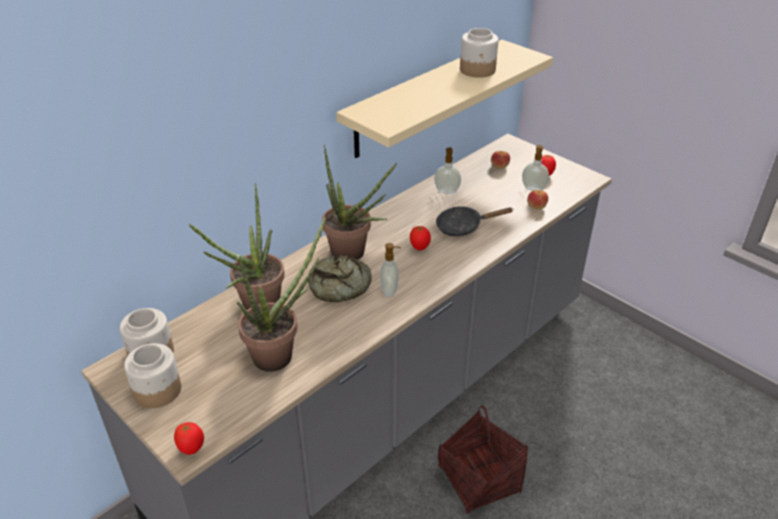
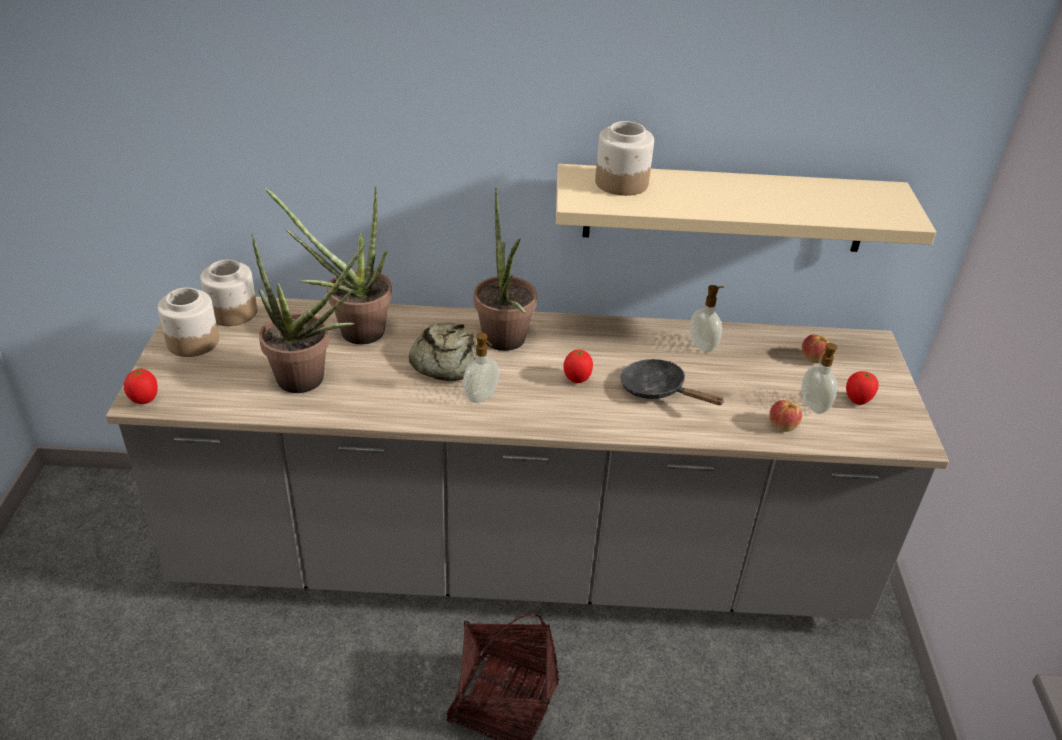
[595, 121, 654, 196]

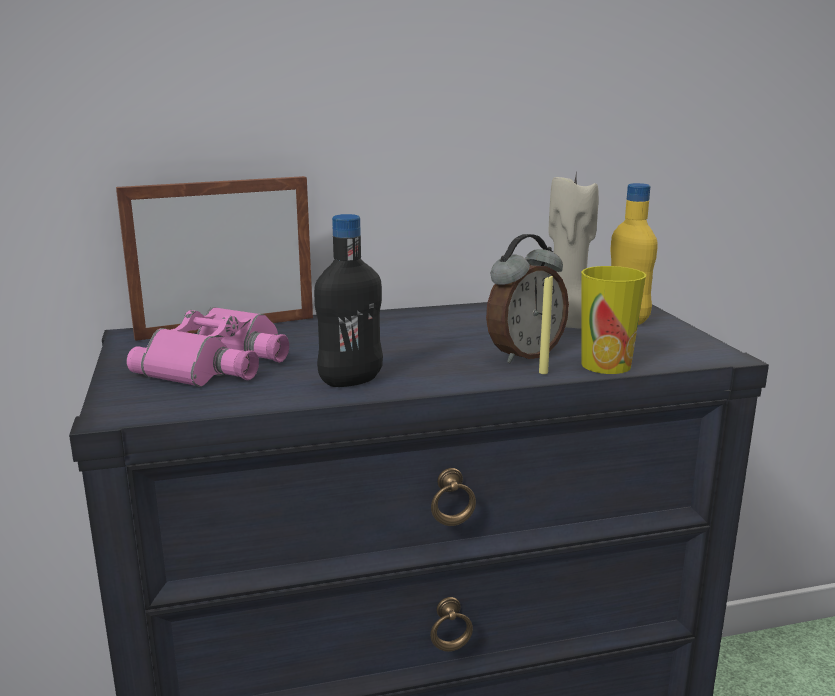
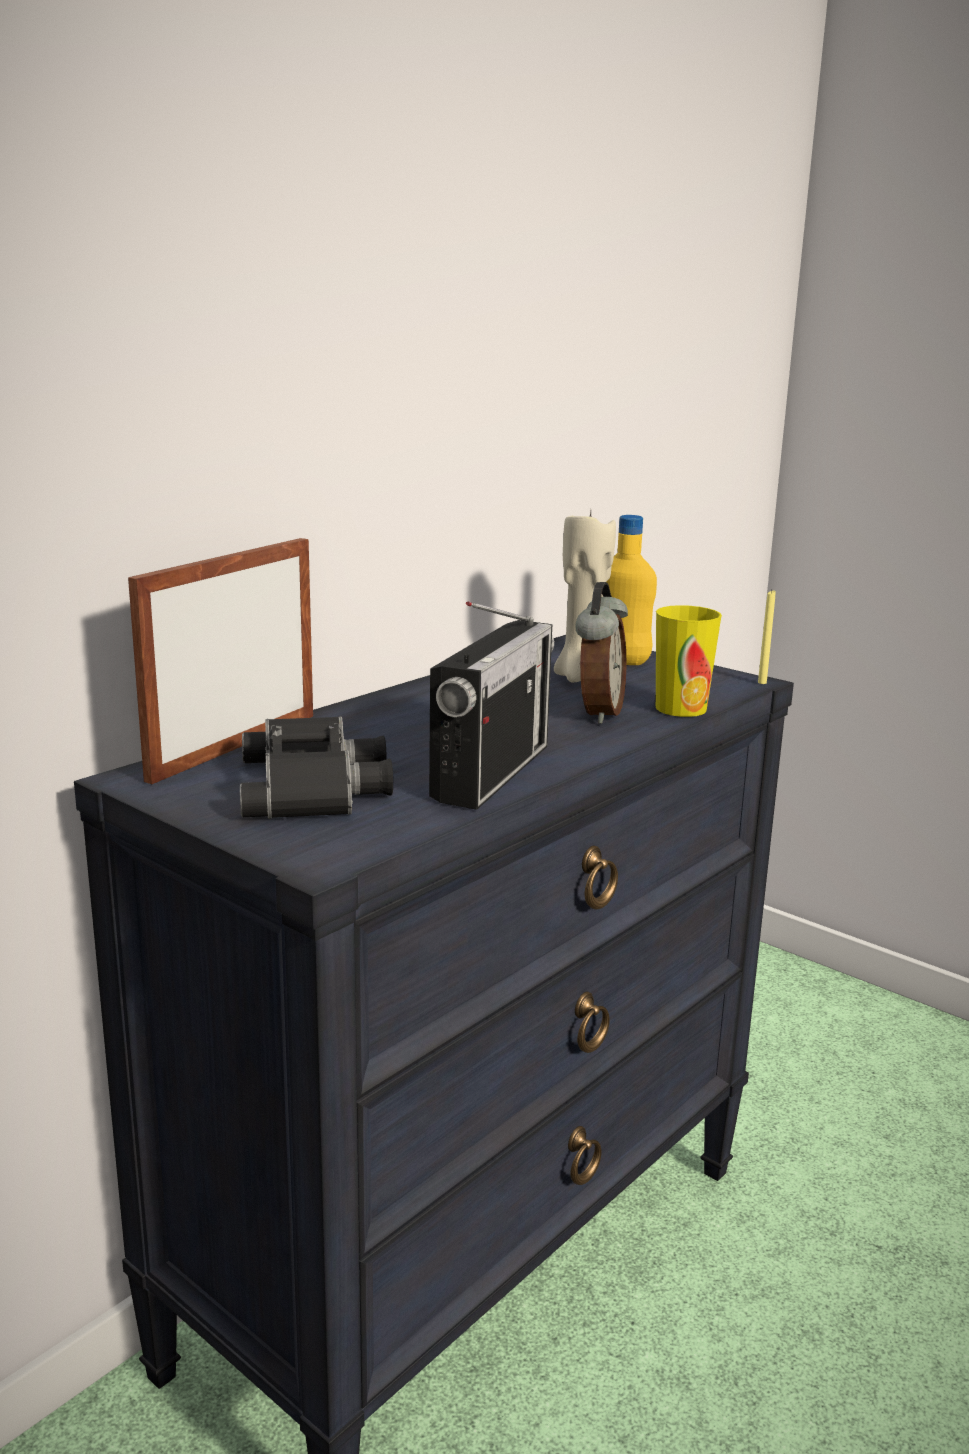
[240, 716, 393, 819]
[429, 601, 554, 810]
[758, 590, 776, 684]

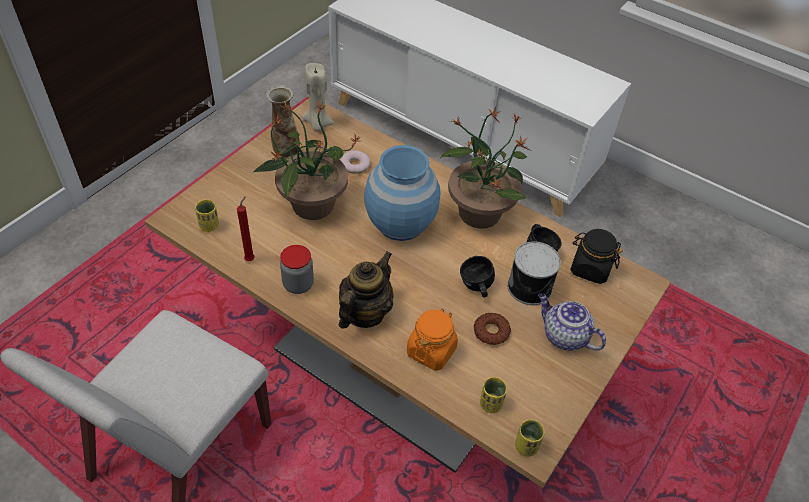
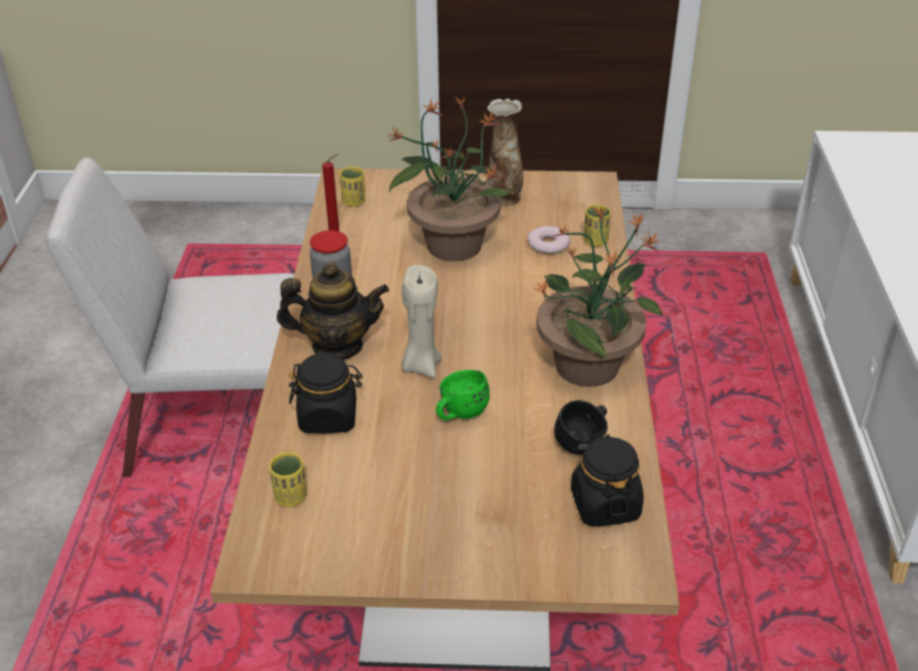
[401, 265, 442, 378]
[364, 145, 441, 241] (first image)
[289, 353, 363, 434]
[436, 370, 490, 420]
[474, 312, 511, 345] (first image)
[507, 241, 561, 305] (first image)
[584, 205, 611, 247]
[538, 293, 606, 351] (first image)

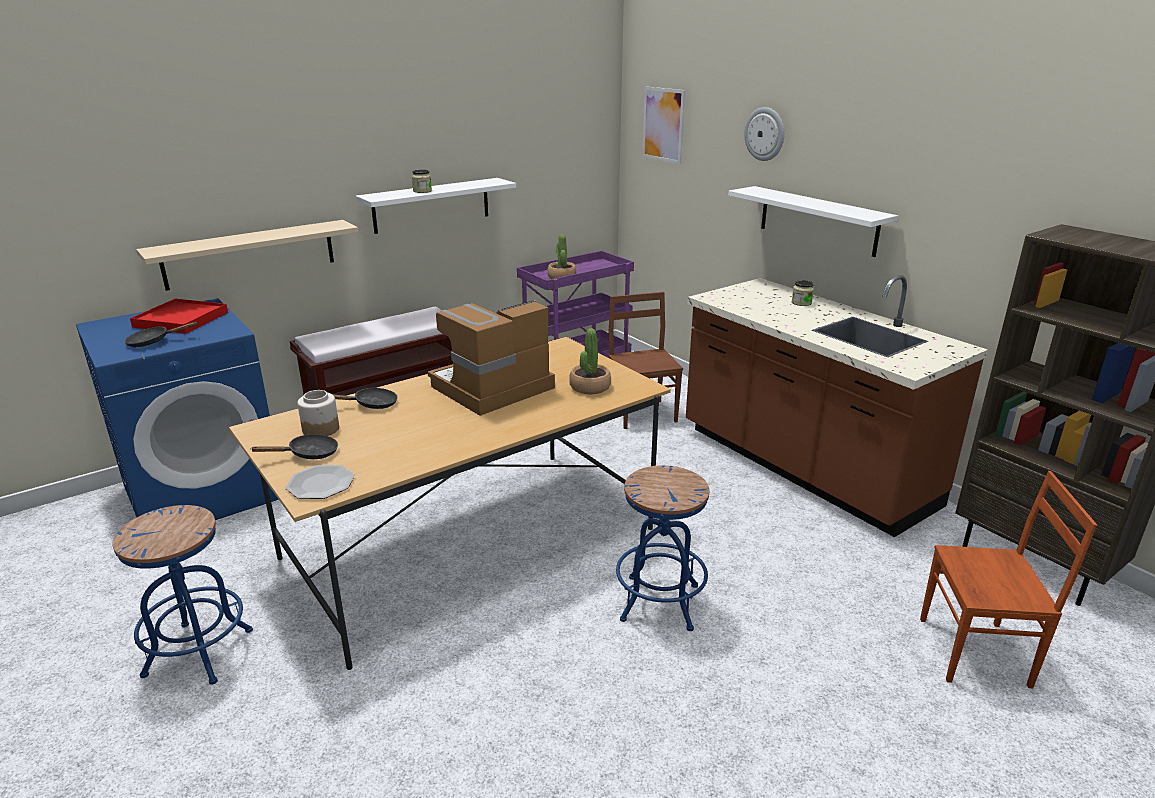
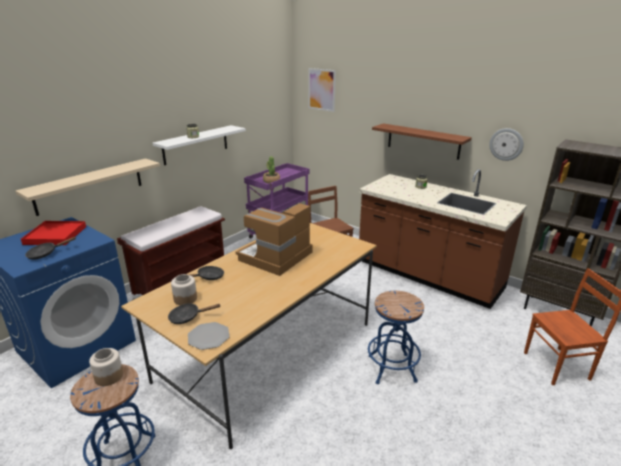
[168, 303, 221, 324]
[569, 328, 611, 394] (first image)
[372, 123, 472, 160]
[489, 128, 524, 161]
[89, 348, 123, 386]

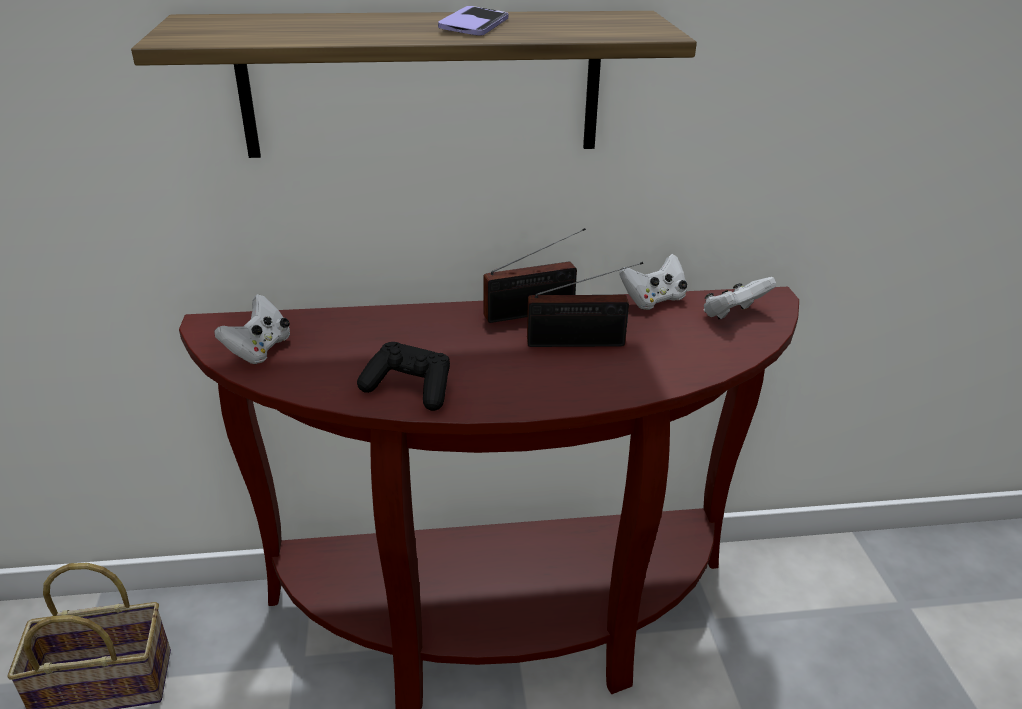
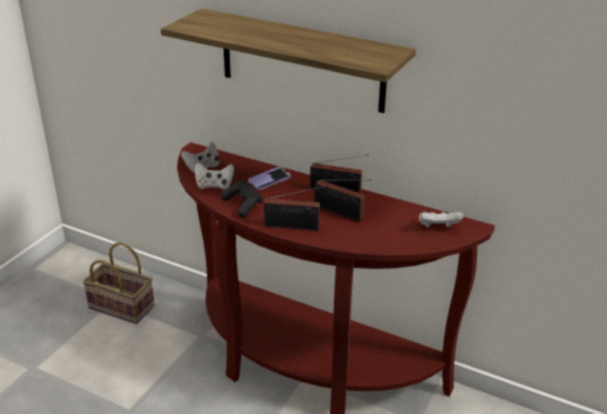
[248, 167, 291, 190]
[195, 162, 234, 190]
[264, 186, 327, 231]

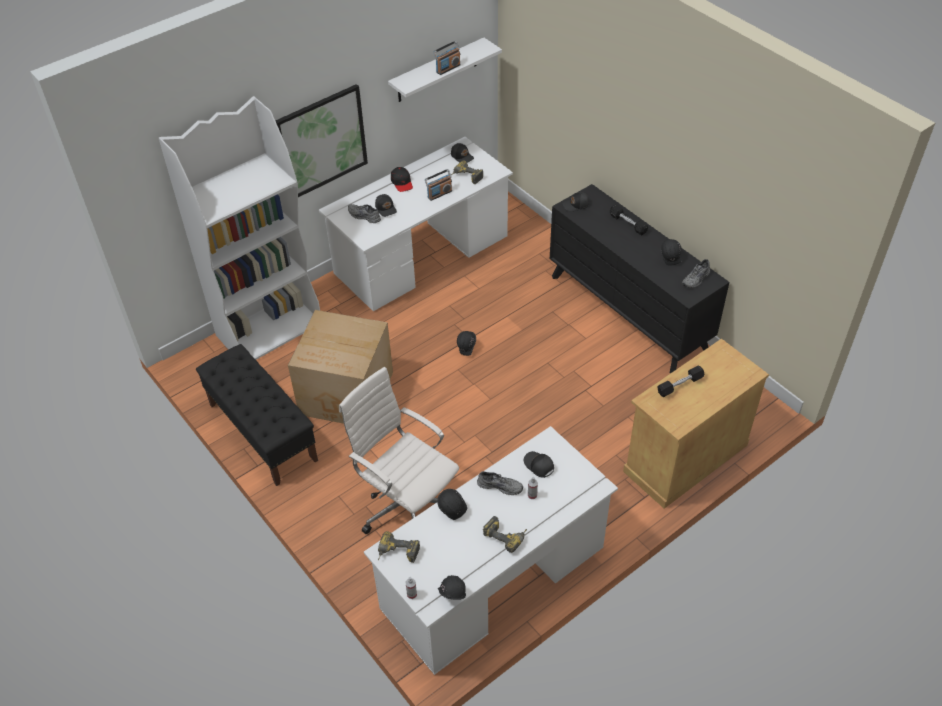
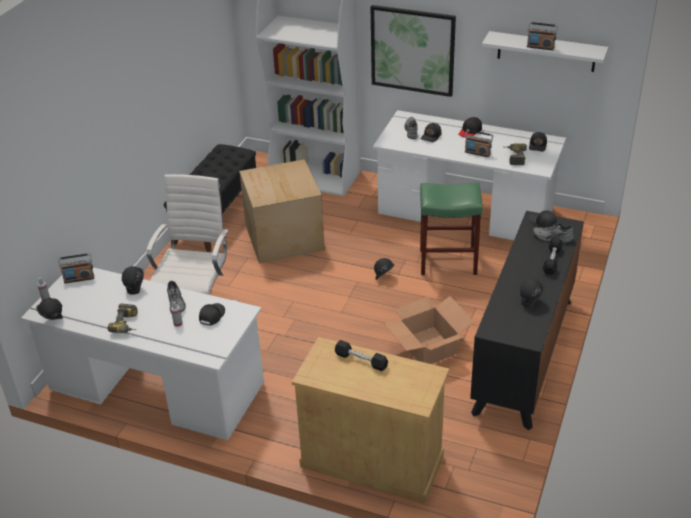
[58, 253, 94, 283]
[533, 223, 574, 242]
[384, 296, 474, 364]
[420, 183, 483, 275]

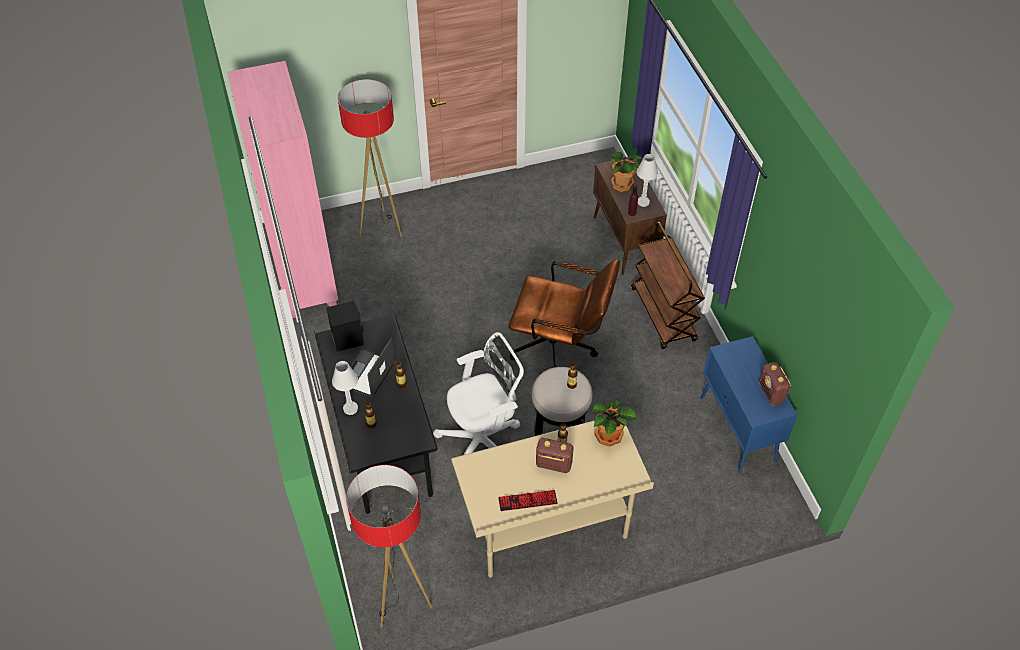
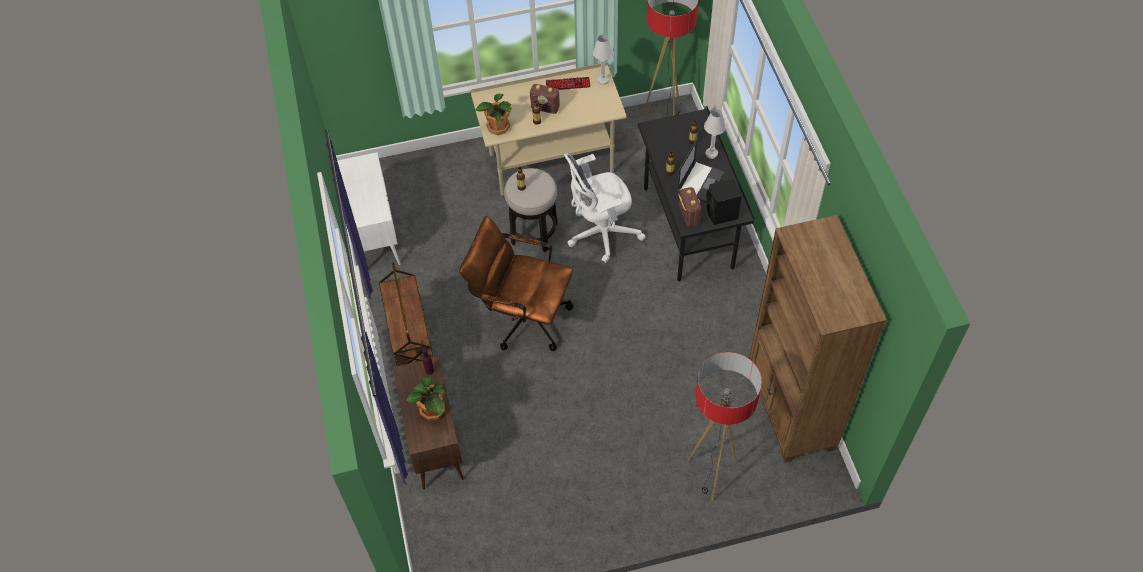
[749, 215, 887, 463]
[593, 35, 613, 85]
[337, 152, 401, 265]
[678, 187, 701, 227]

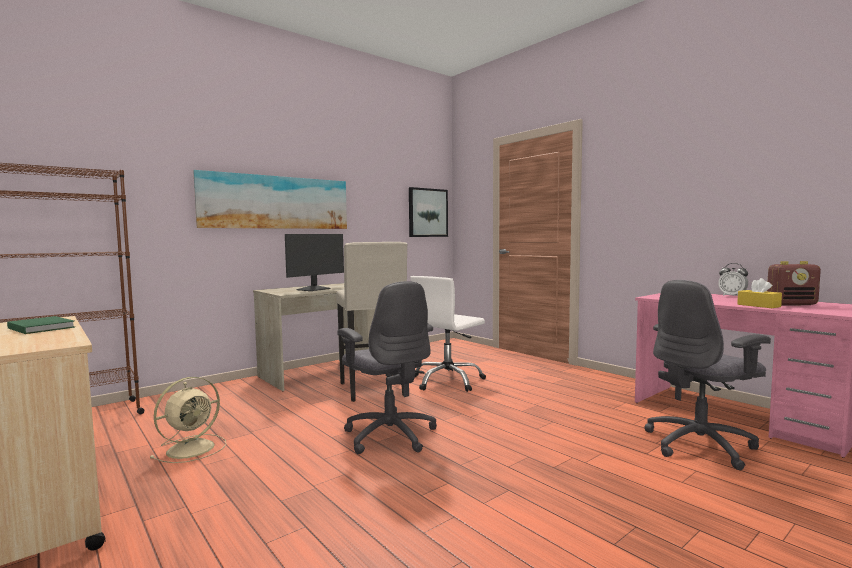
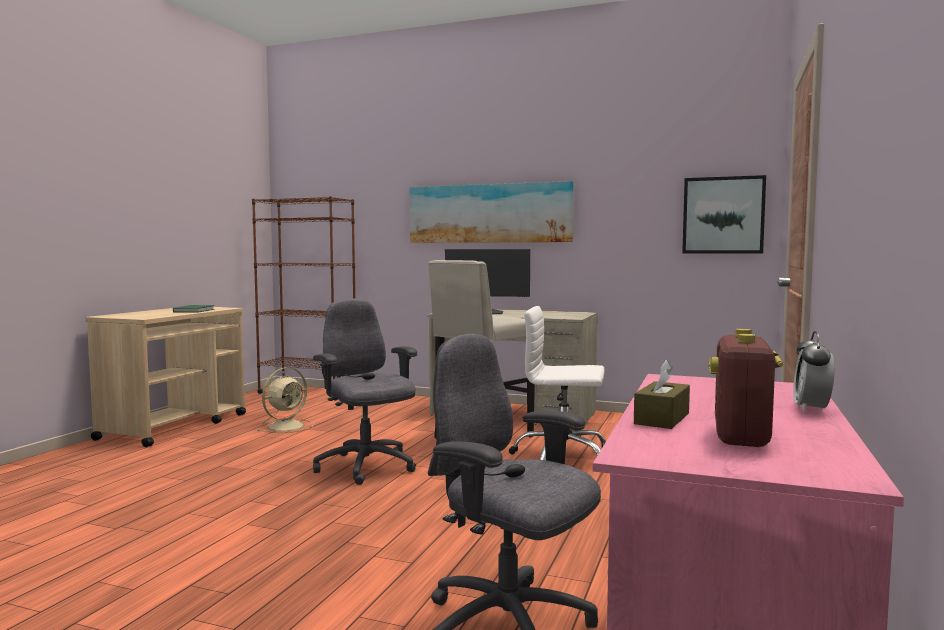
[257, 367, 314, 433]
[313, 298, 417, 485]
[634, 360, 690, 429]
[709, 329, 783, 447]

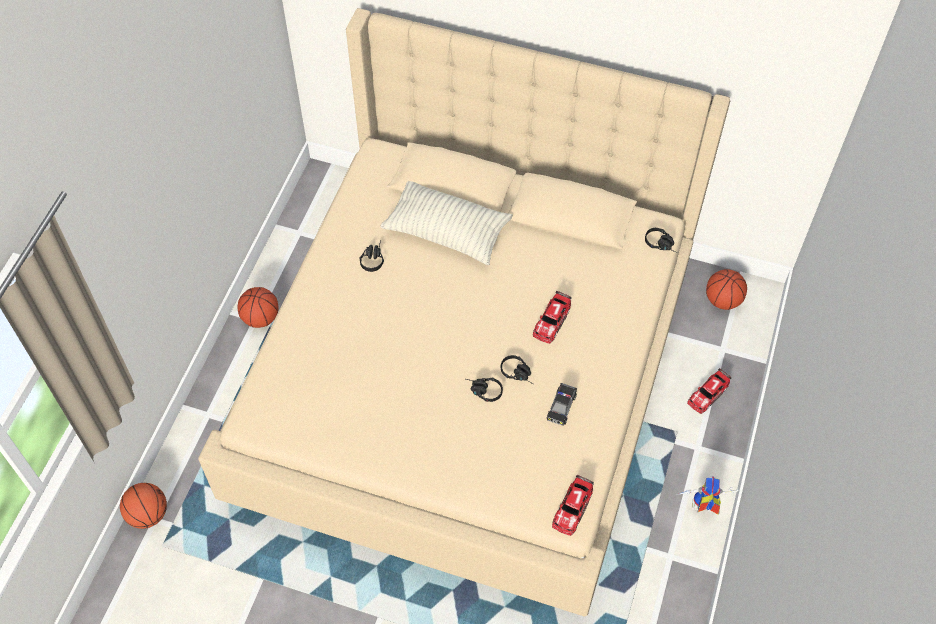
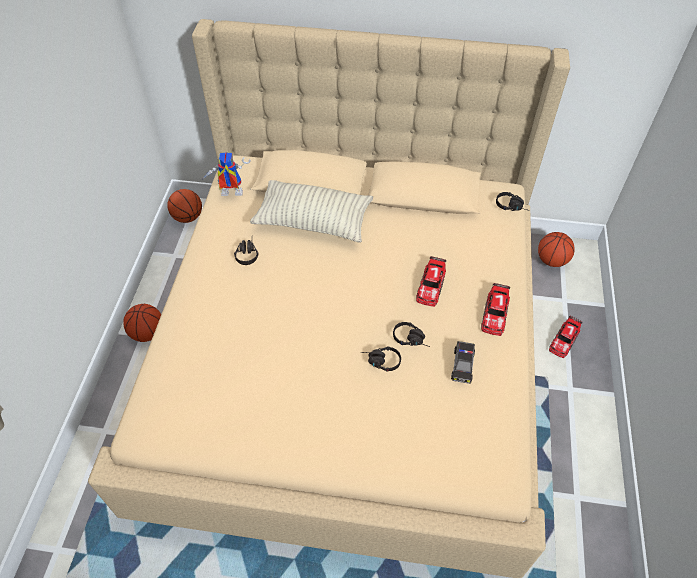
[167, 189, 202, 223]
[481, 283, 510, 336]
[202, 152, 251, 196]

